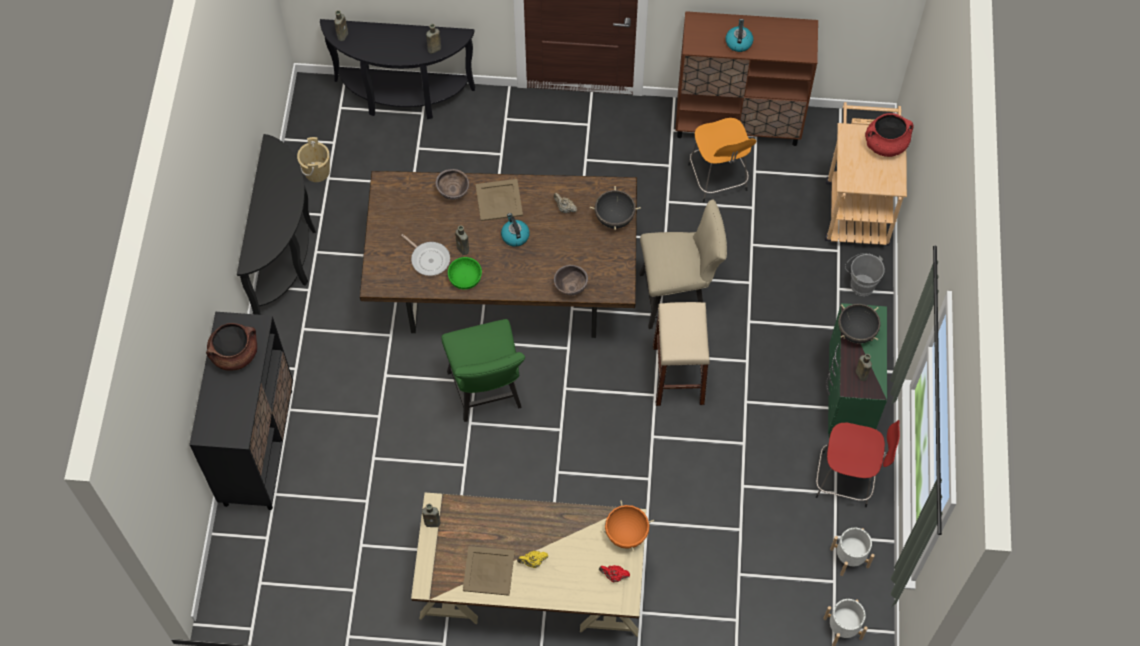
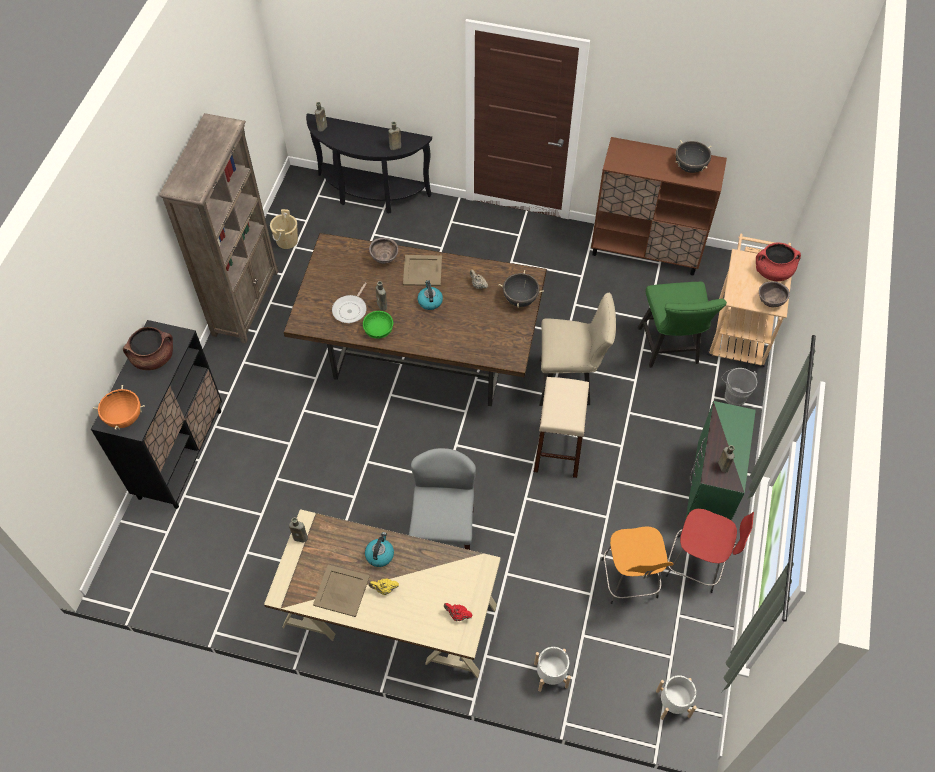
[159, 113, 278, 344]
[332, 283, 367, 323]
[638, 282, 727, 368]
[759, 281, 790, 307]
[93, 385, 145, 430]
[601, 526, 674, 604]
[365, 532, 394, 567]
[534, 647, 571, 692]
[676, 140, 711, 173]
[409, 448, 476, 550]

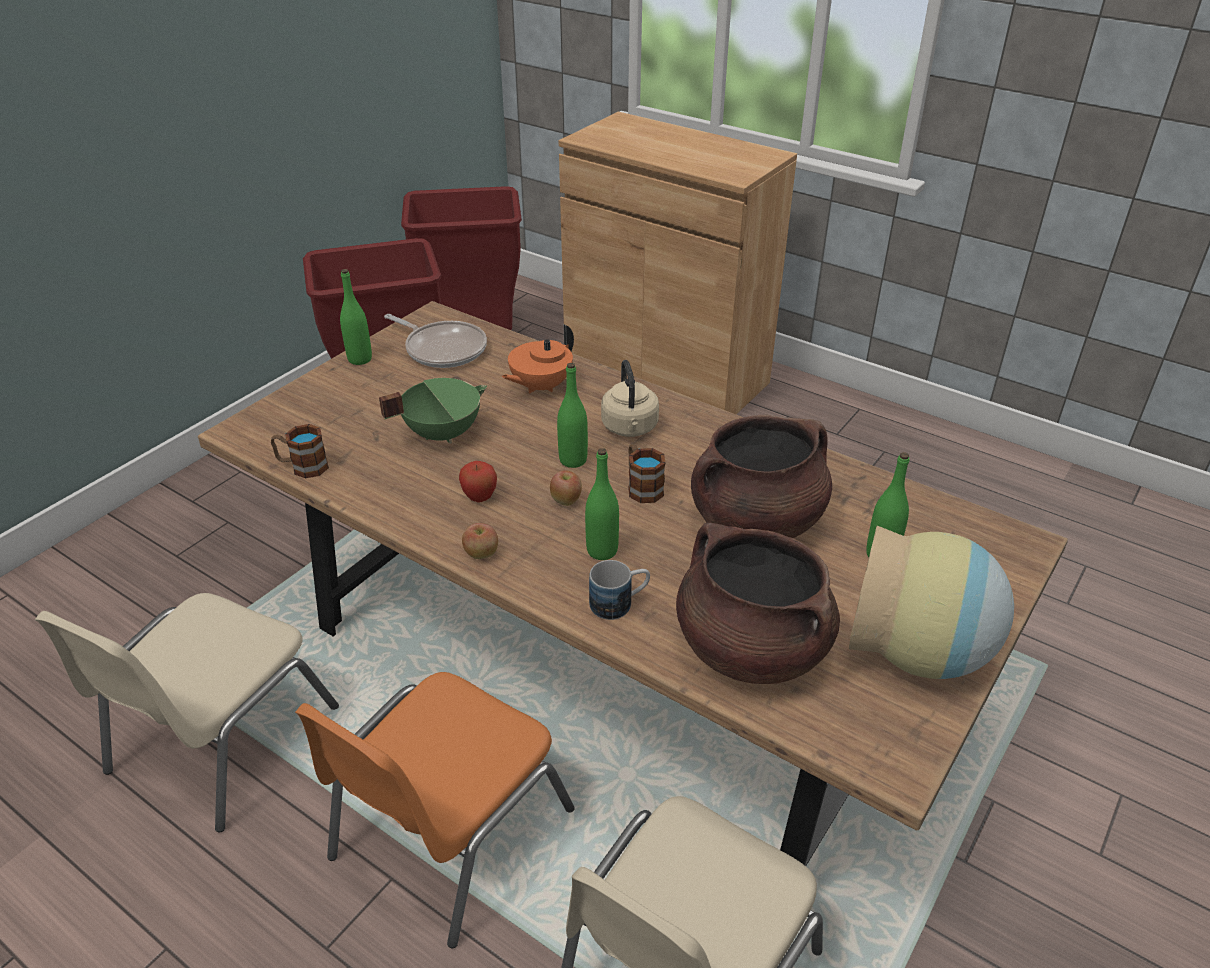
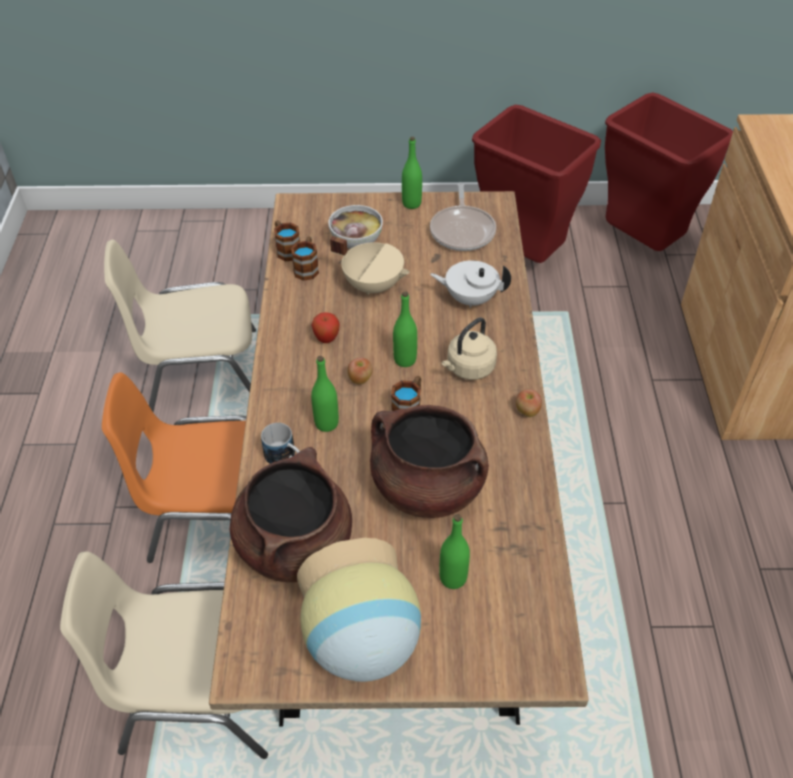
[330, 236, 409, 295]
[516, 389, 542, 417]
[430, 260, 511, 308]
[291, 237, 319, 281]
[328, 205, 383, 249]

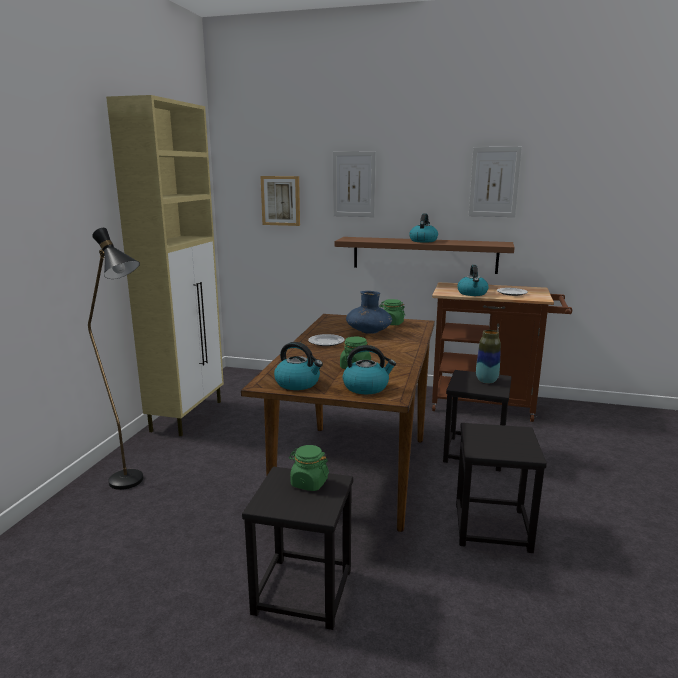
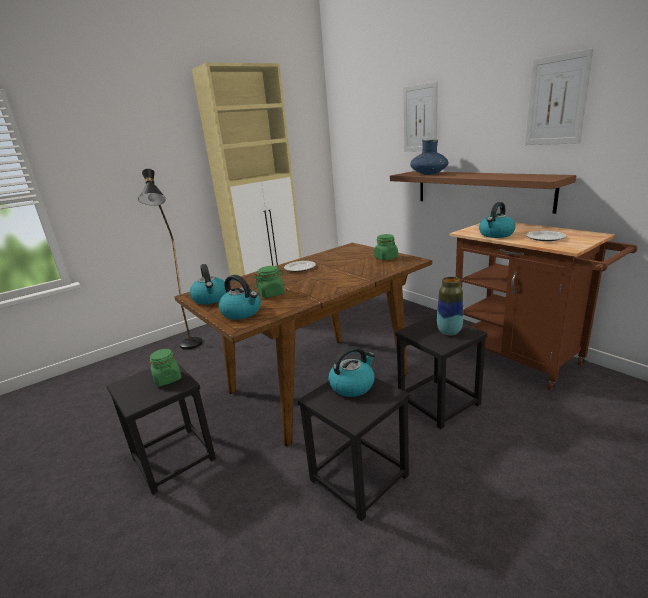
[261, 176, 300, 226] (first image)
[410, 140, 449, 175]
[328, 346, 375, 397]

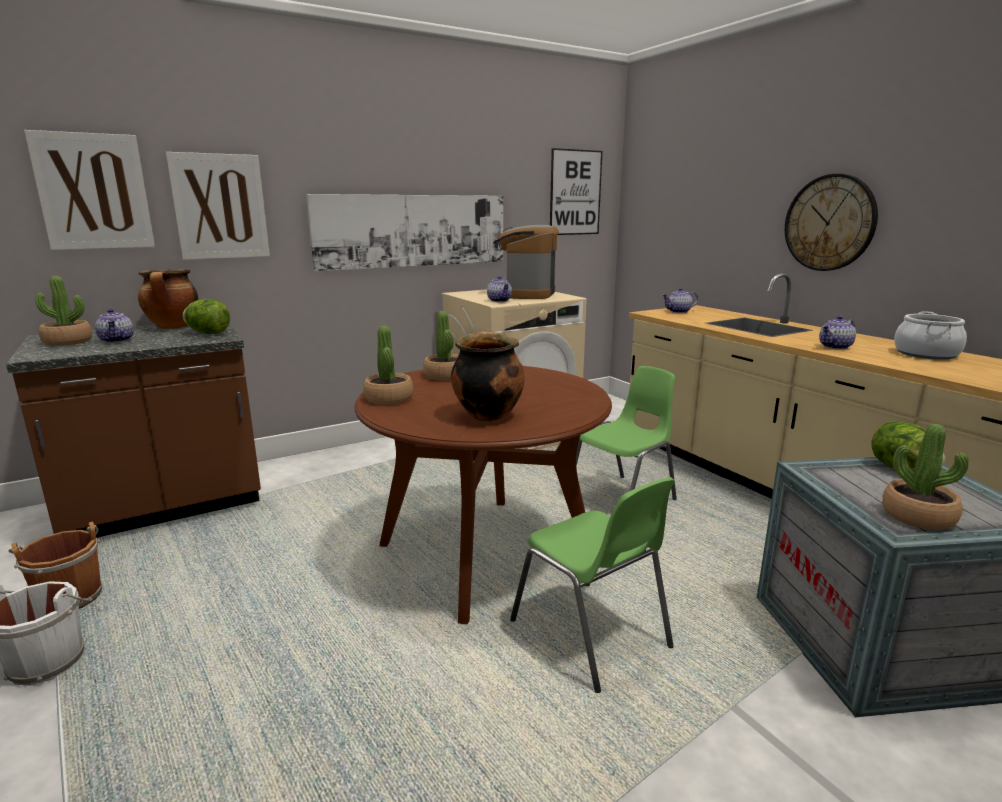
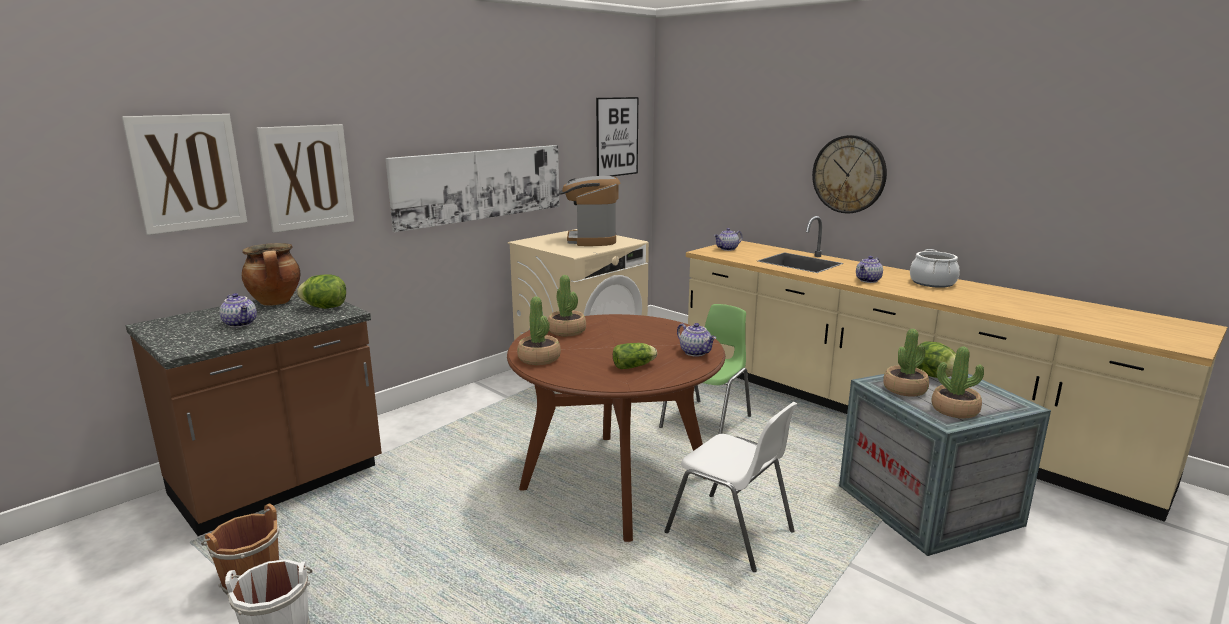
[883, 329, 929, 397]
[613, 343, 657, 369]
[677, 323, 716, 357]
[665, 402, 798, 572]

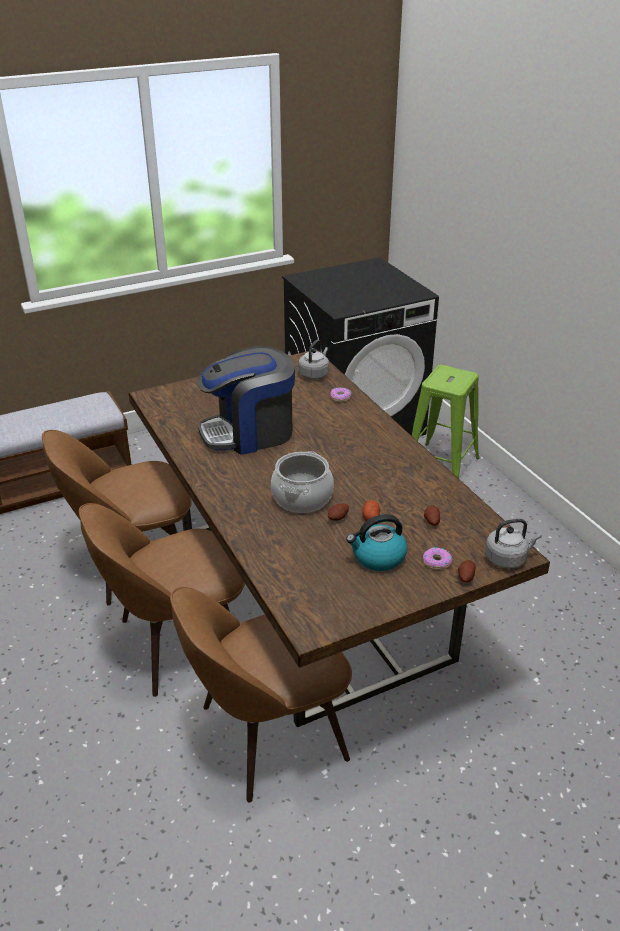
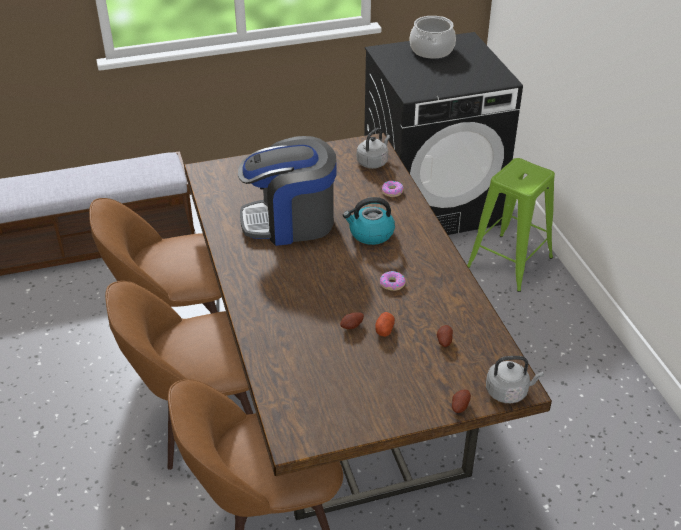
[410, 16, 456, 59]
[343, 197, 395, 245]
[380, 271, 406, 291]

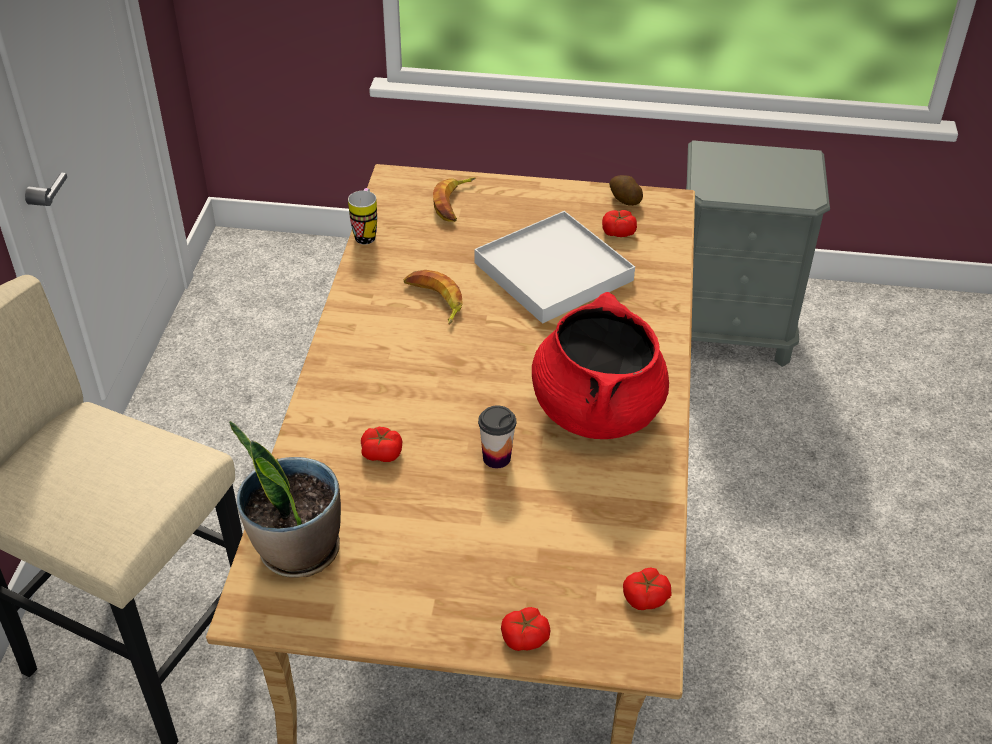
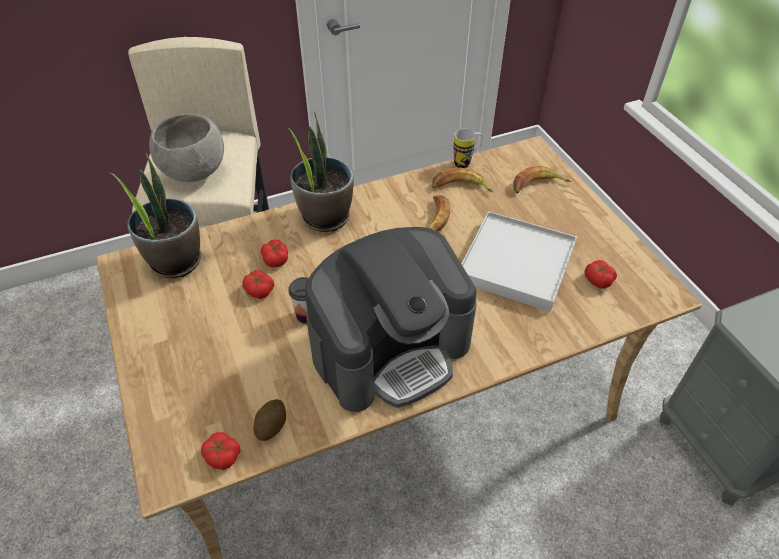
[243, 270, 274, 299]
[305, 227, 477, 412]
[253, 399, 286, 441]
[149, 113, 224, 182]
[285, 111, 354, 232]
[432, 168, 493, 192]

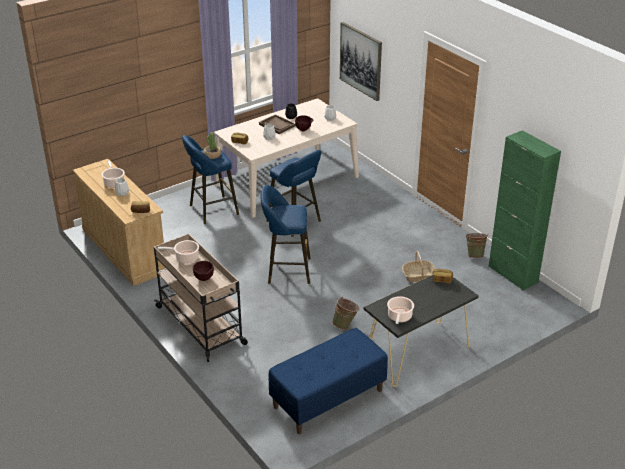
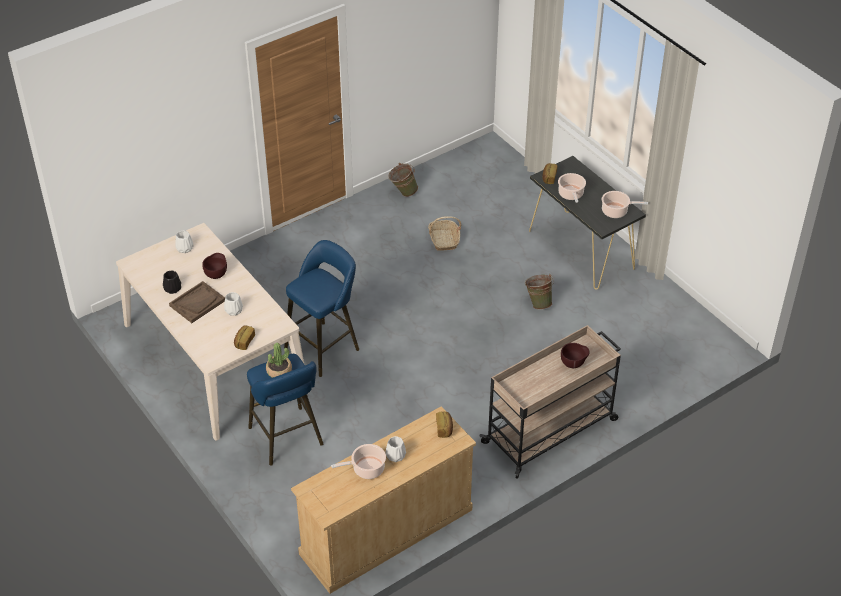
[558, 173, 586, 203]
[261, 185, 311, 284] (first image)
[268, 328, 388, 434] (first image)
[340, 22, 382, 101] (first image)
[489, 130, 561, 291] (first image)

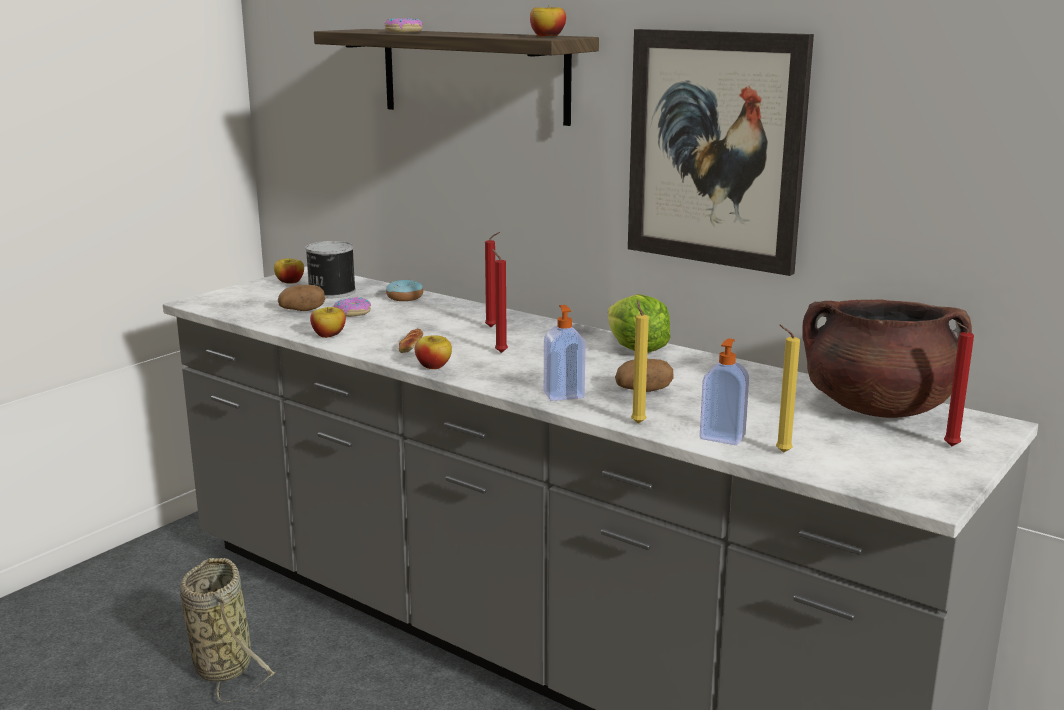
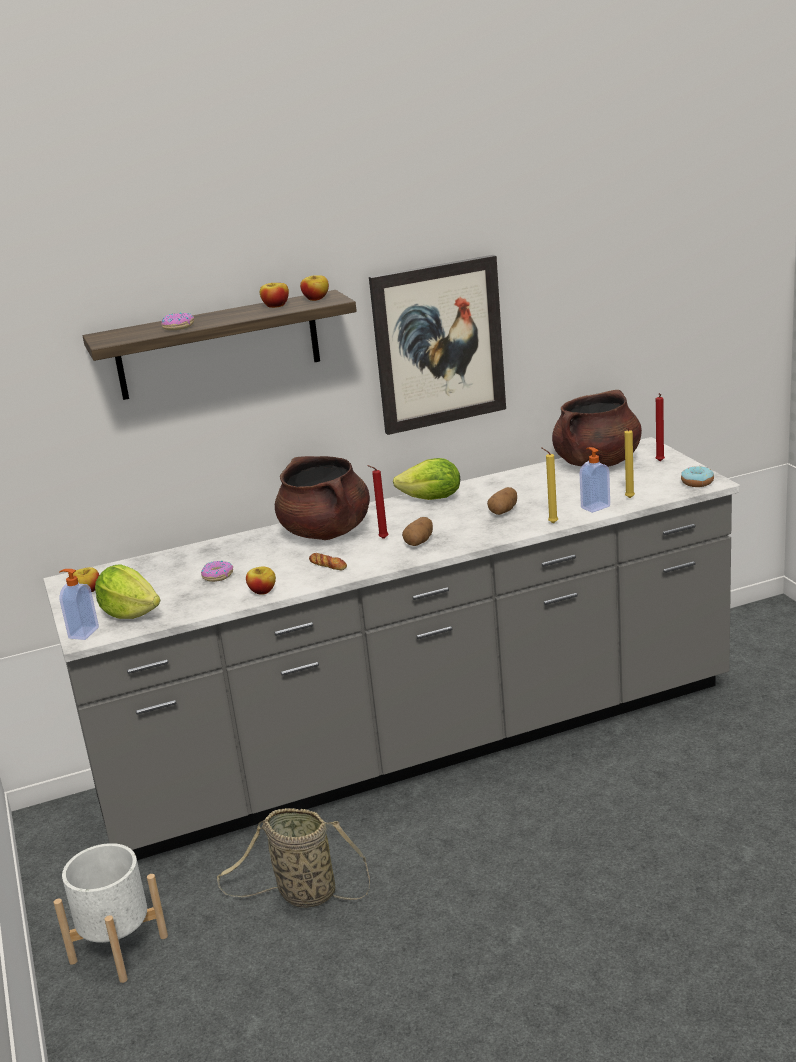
[402, 517, 433, 546]
[305, 241, 356, 299] (first image)
[681, 466, 714, 487]
[260, 283, 289, 308]
[275, 456, 370, 540]
[59, 569, 99, 640]
[54, 843, 168, 983]
[95, 564, 160, 619]

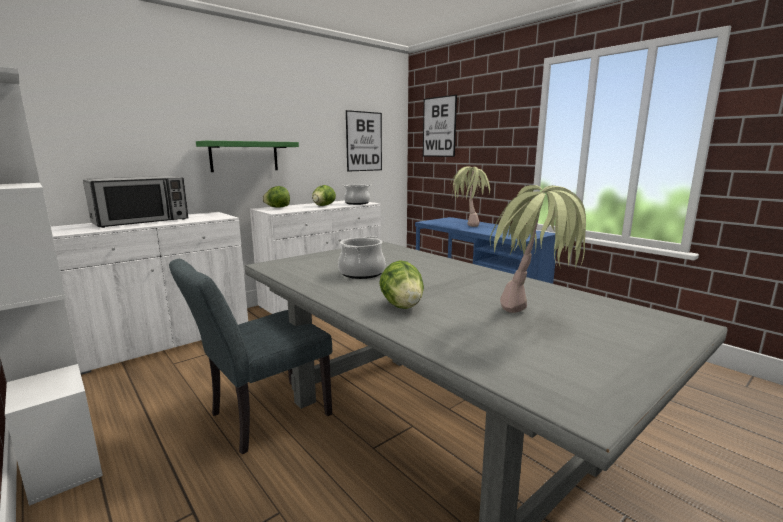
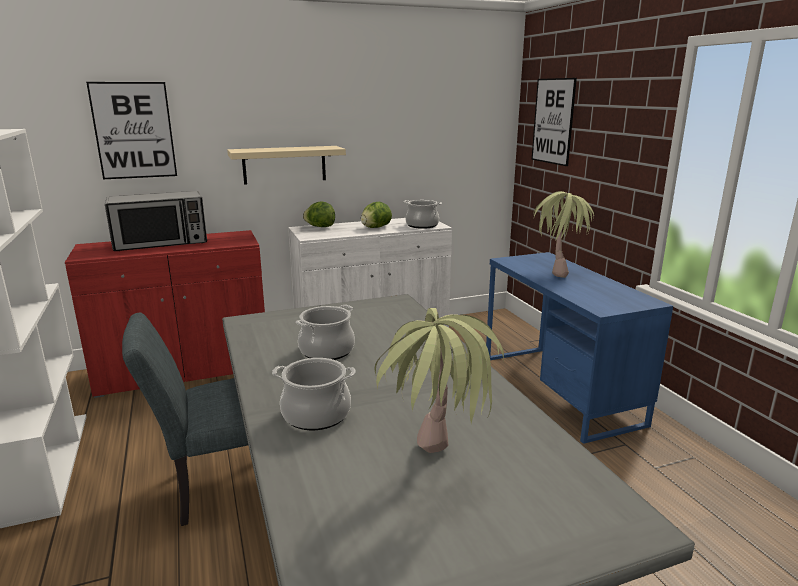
[65, 230, 265, 398]
[227, 146, 346, 185]
[86, 82, 177, 179]
[272, 358, 356, 430]

